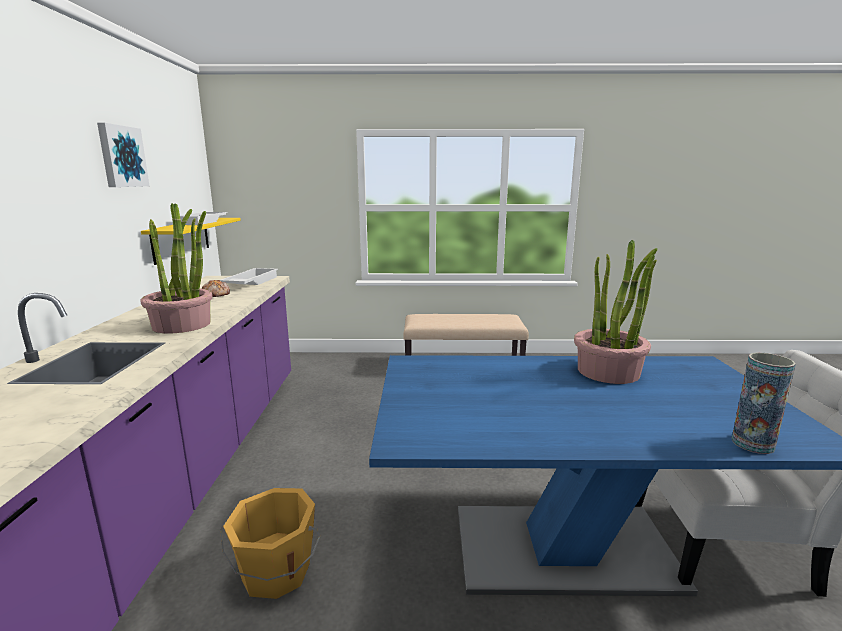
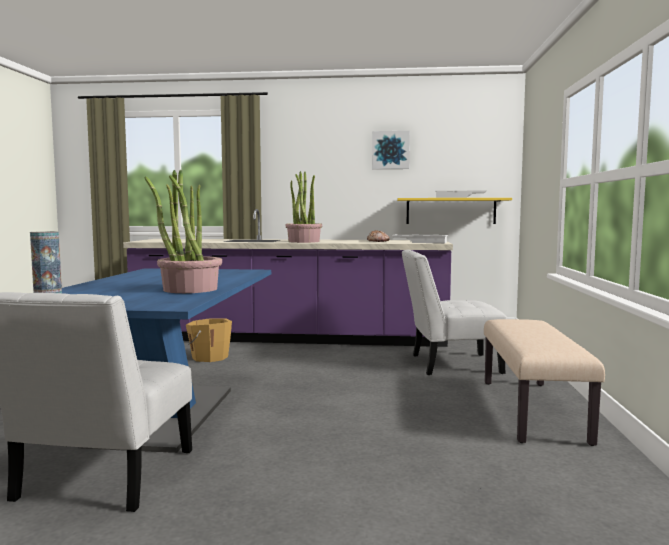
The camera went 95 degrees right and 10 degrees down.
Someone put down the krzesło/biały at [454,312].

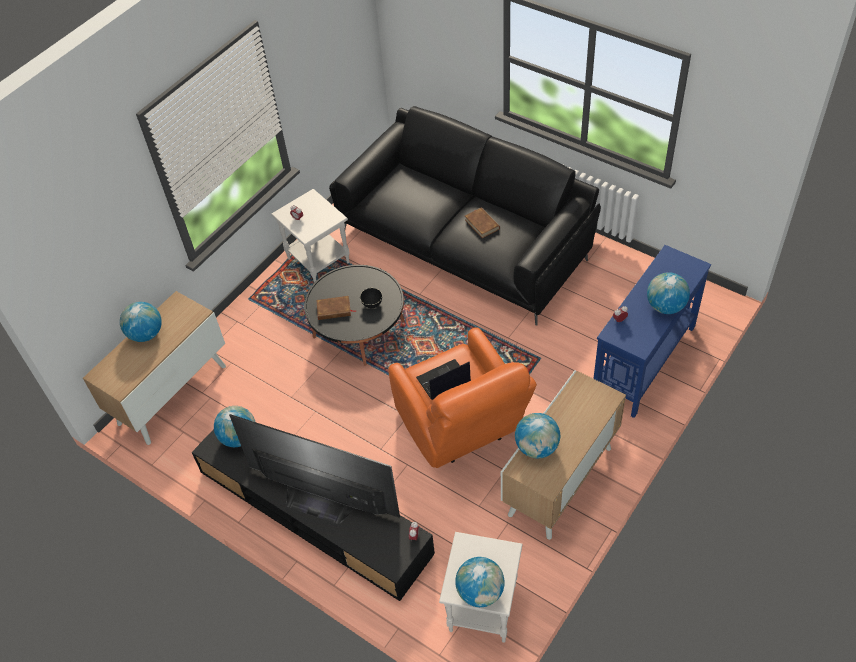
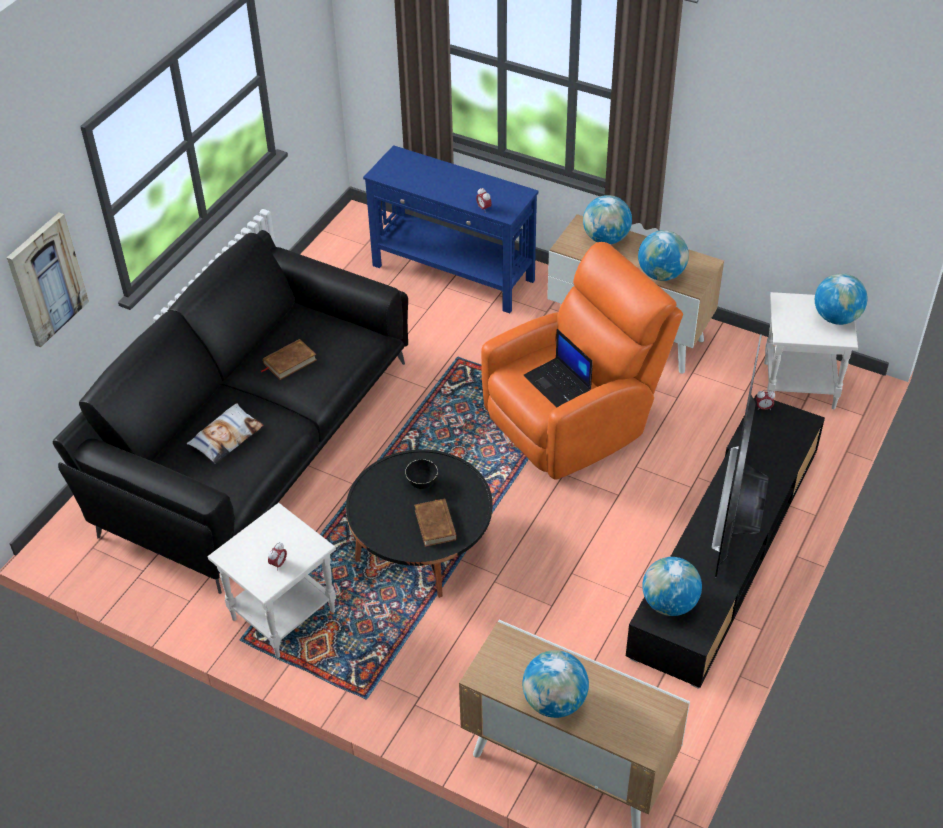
The camera went 100 degrees left and 5 degrees down.
Someone put up the obraz at [48,279].
Someone put down the poduszka at [225,433].
Someone carried the globus from [668,293] to [607,219].

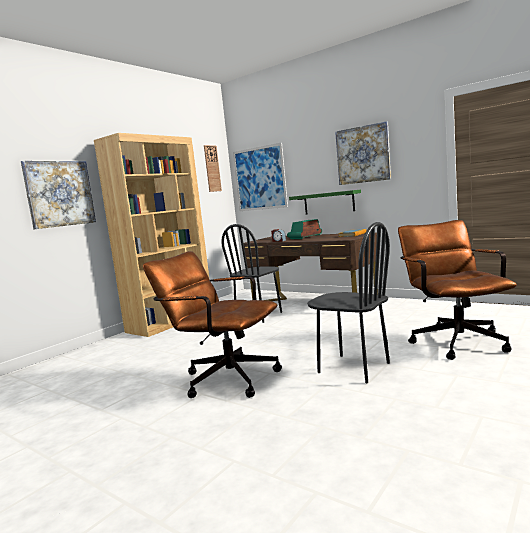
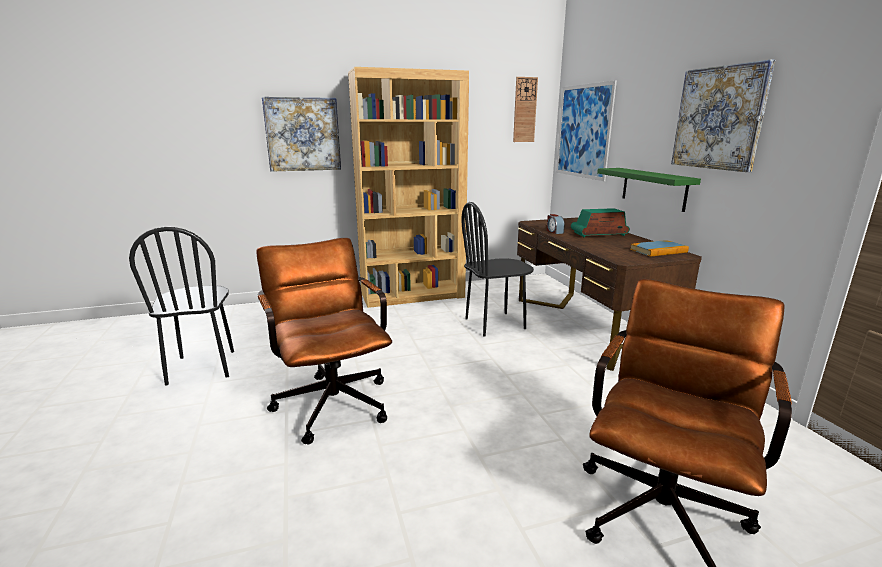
The camera went 35 degrees right and 10 degrees up.
Someone carried the krzesło/czarny from [349,302] to [181,306].

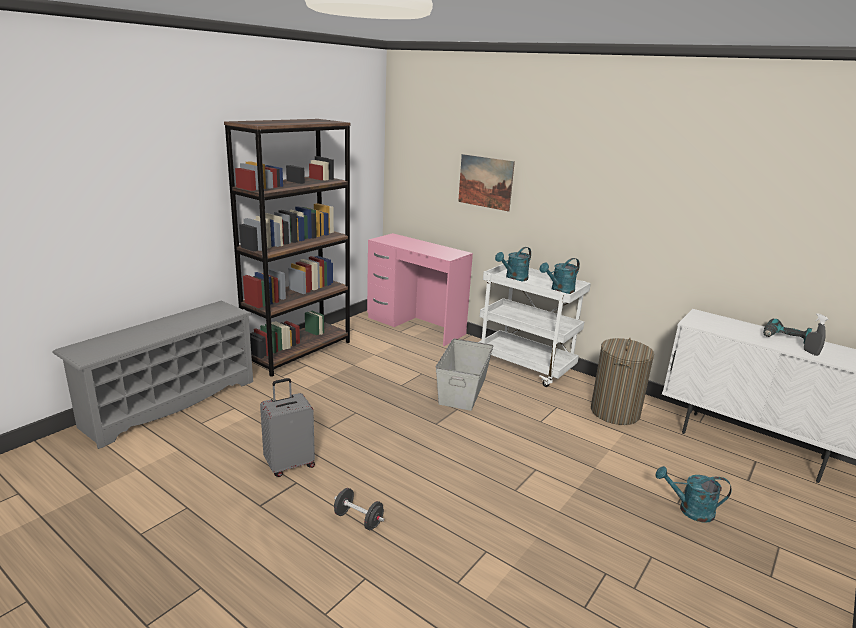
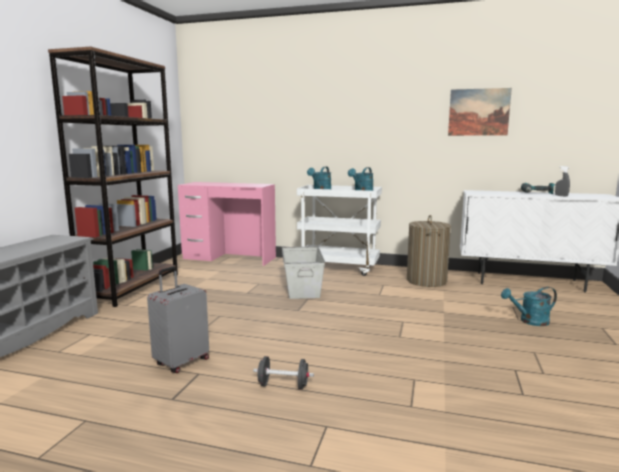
The camera went 20 degrees left and 10 degrees down.
Someone carried the obraz from [486,182] to [480,112].

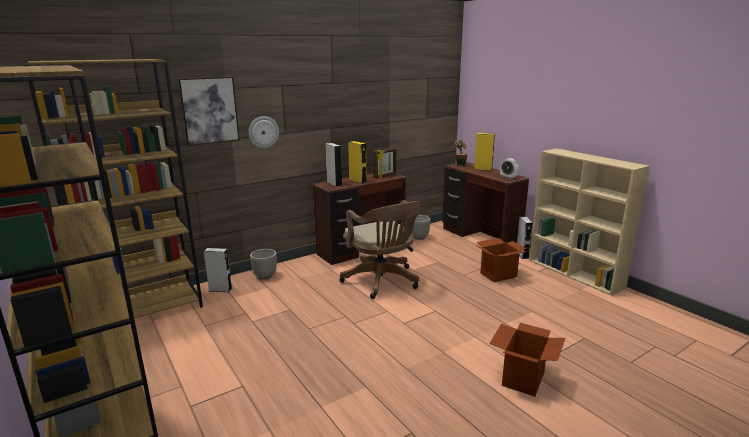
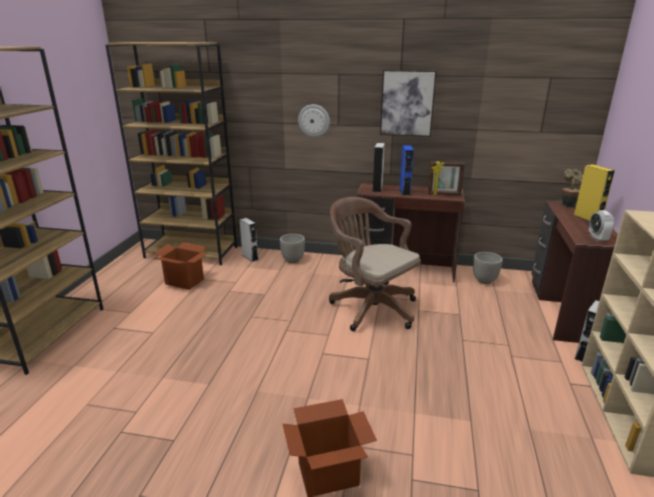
The camera went 45 degrees right and 5 degrees up.
Someone carried the karton from [501,260] to [180,266].
Someone rotated the krzesło biurowe/brązowy at [379,249] by 120 degrees clockwise.
Someone carried the obraz from [209,111] to [408,103].
Someone repainted the głośnik/żółty at [357,162], which became the głośnik/niebieski at [407,170].

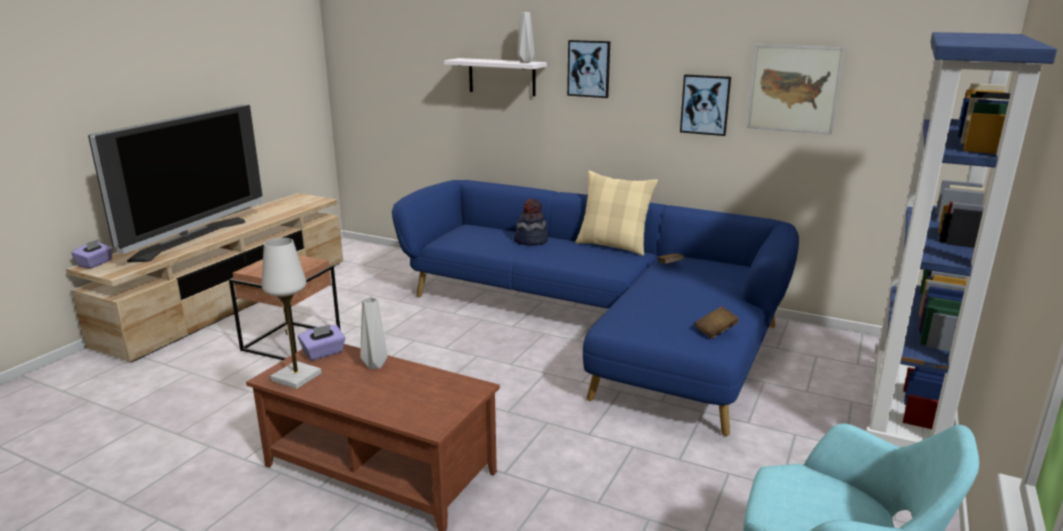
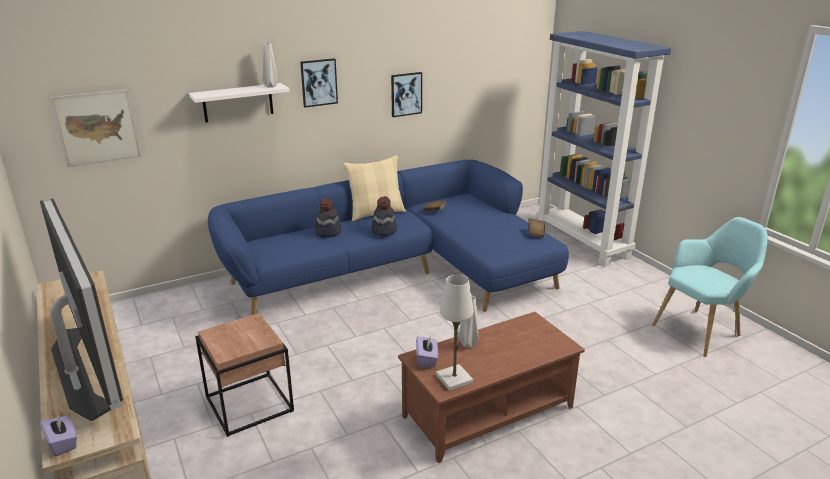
The camera went 55 degrees left and 5 degrees up.
Someone carried the obraz from [795,89] to [95,128].
Someone put down the kapelusz at [384,216].

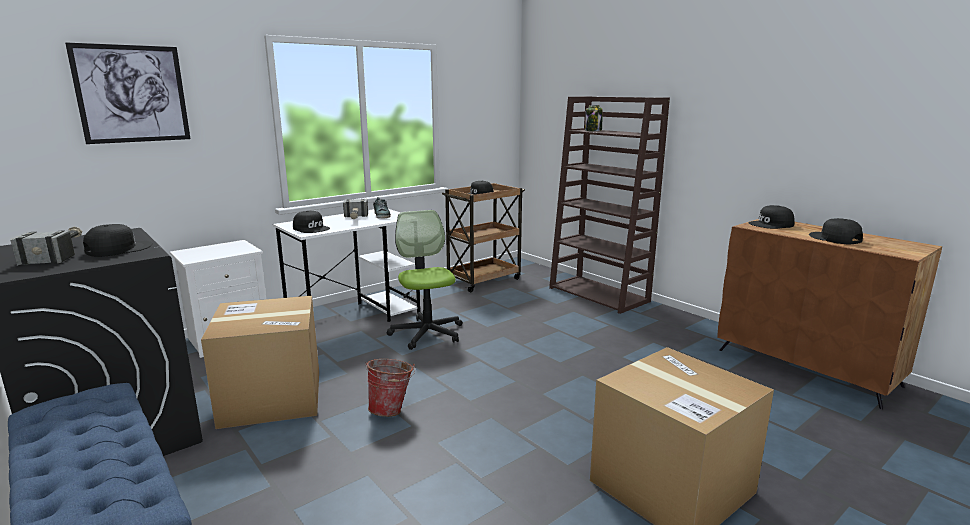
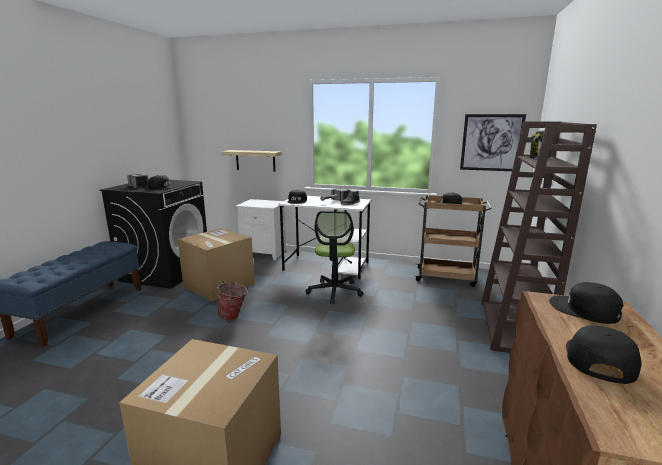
The camera went 55 degrees right and 0 degrees up.
Someone put up the półka at [251,161].
Someone rotated the krzesło biurowe at [425,280] by 150 degrees clockwise.
Someone carried the obraz from [127,93] to [493,142].

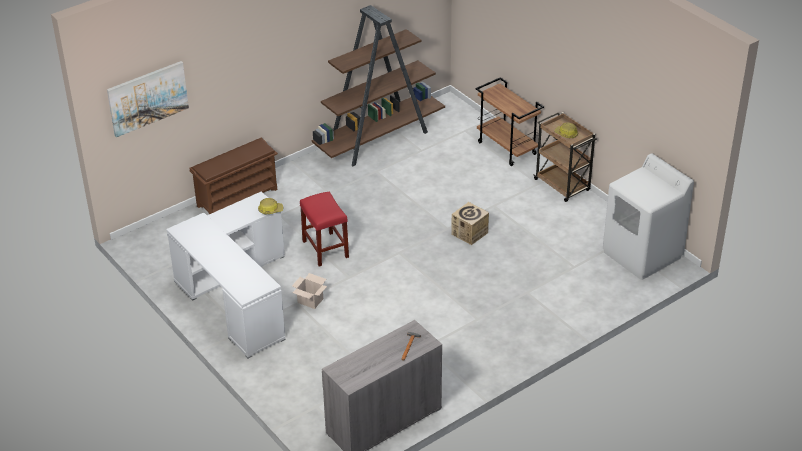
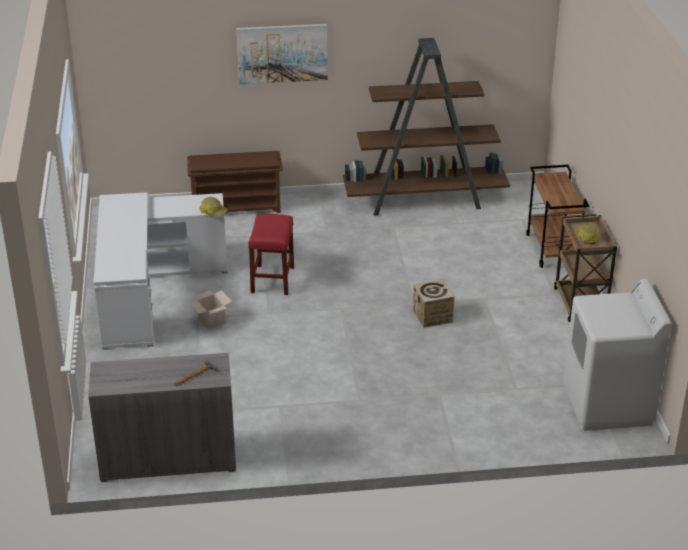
The camera went 30 degrees right and 5 degrees down.
Someone carried the obraz from [148,99] to [282,54].

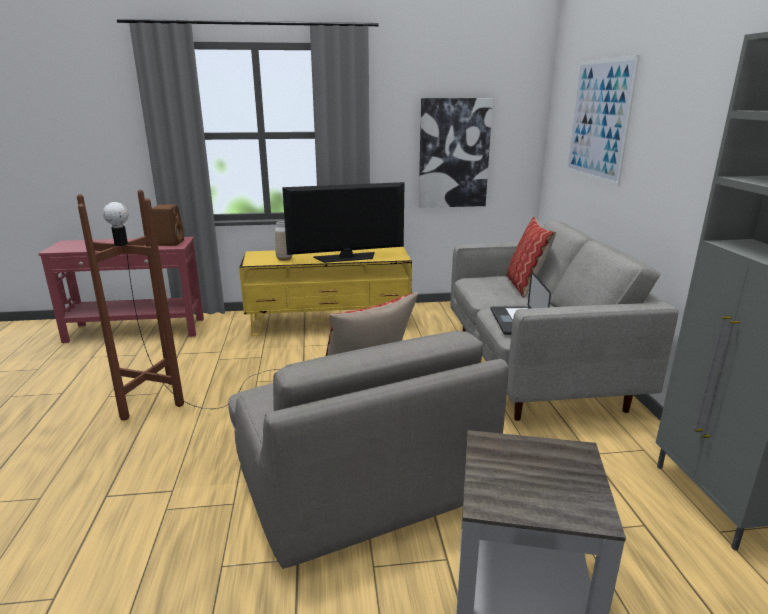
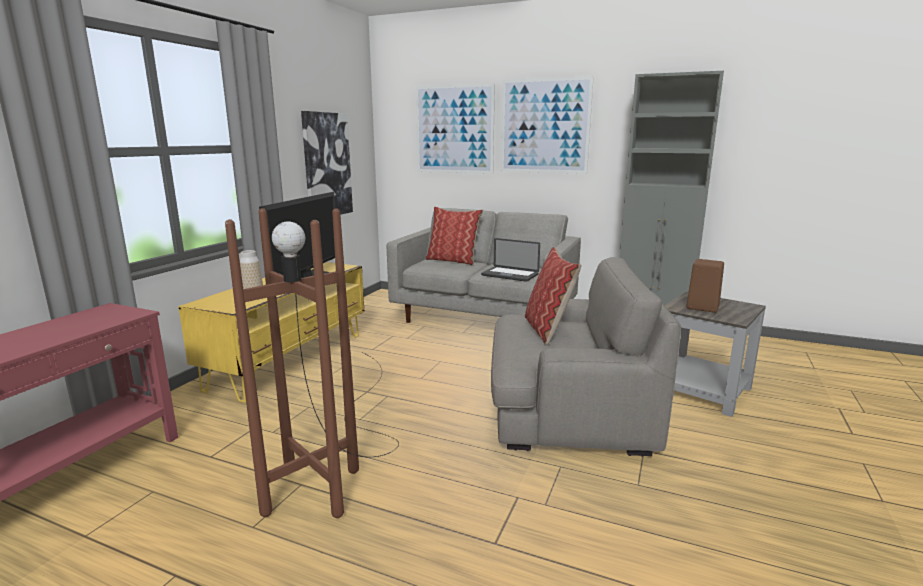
The camera went 60 degrees left and 5 degrees down.
Someone put up the obraz at [547,125].
Someone carried the głośnik/brązowy from [168,225] to [705,286].

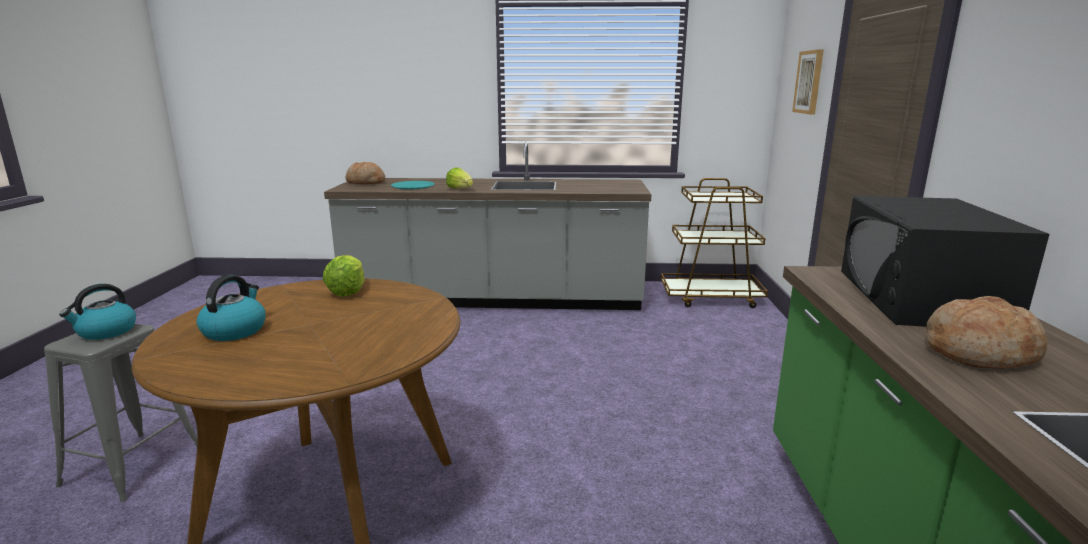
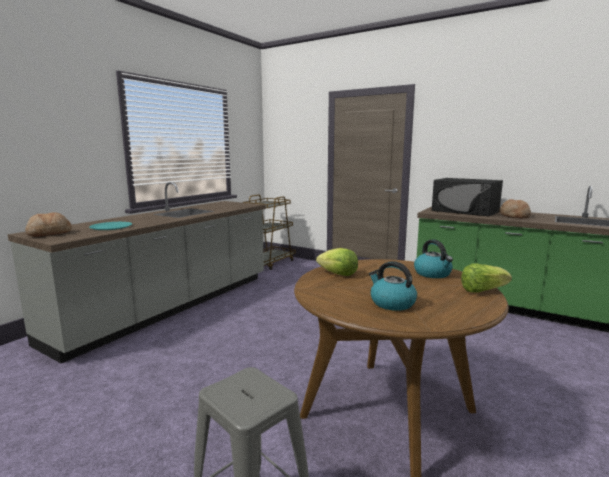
The camera went 60 degrees left and 5 degrees down.
Someone carried the czajnik from [97,312] to [433,258].
Someone carried the sałata from [459,178] to [486,278].
Someone took away the obraz at [808,81].

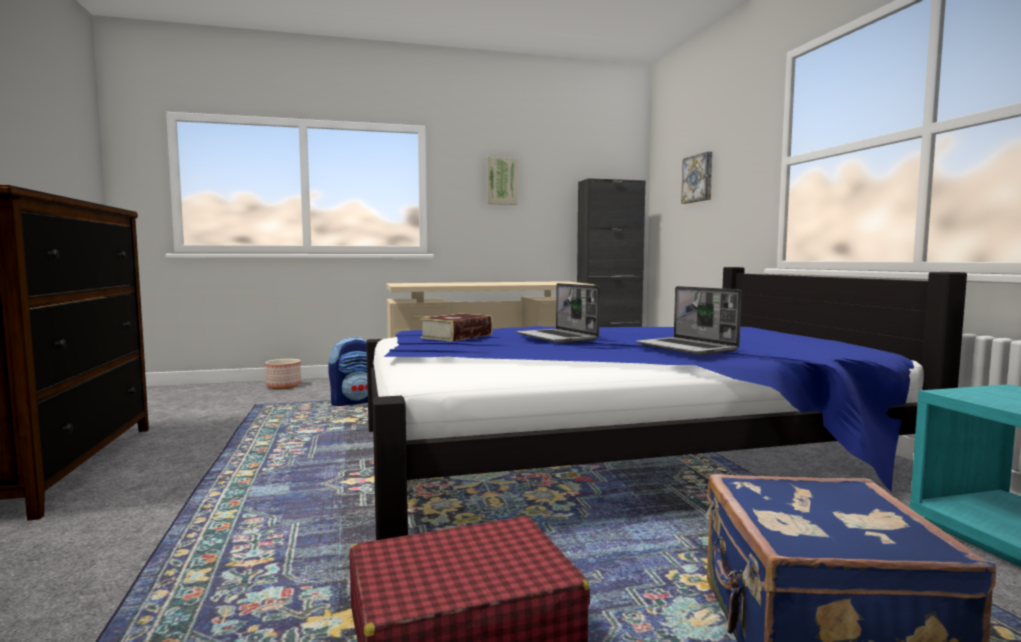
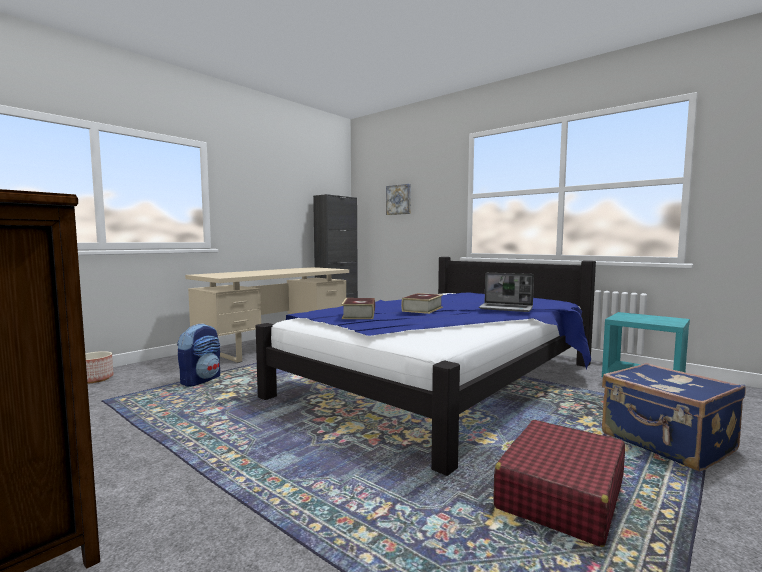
The camera went 35 degrees left and 0 degrees up.
Someone swapped the laptop at [558,313] for the książka at [422,303].
Someone took away the obraz at [502,181].

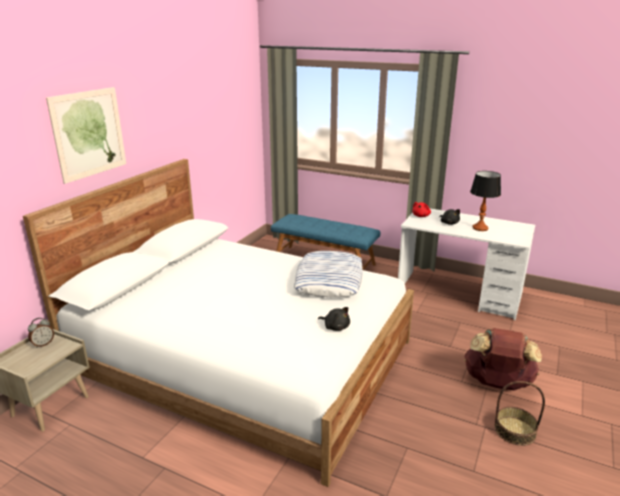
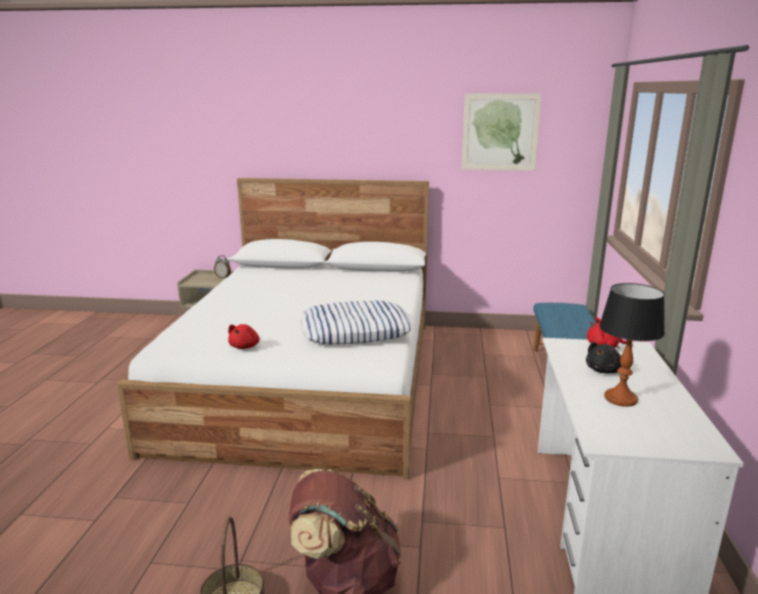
The camera went 70 degrees right and 5 degrees down.
Someone repainted the pluszak/czarny at [334,319], which became the pluszak/czerwony at [244,336].
Someone carried the obraz from [86,135] to [502,132].

